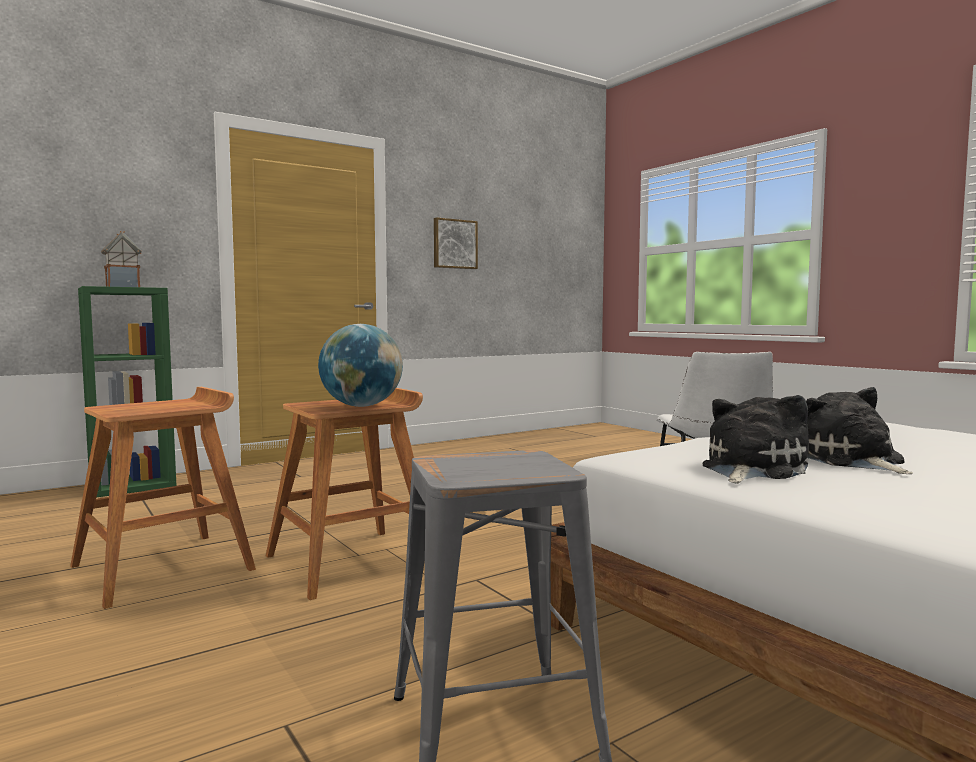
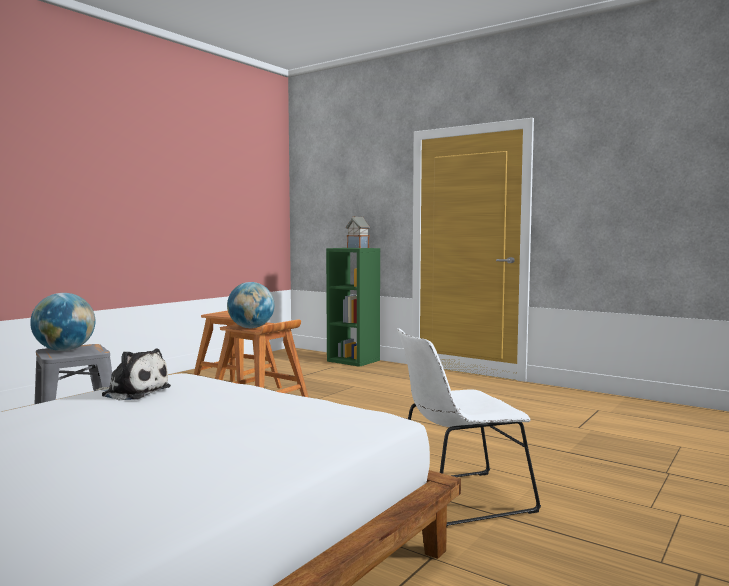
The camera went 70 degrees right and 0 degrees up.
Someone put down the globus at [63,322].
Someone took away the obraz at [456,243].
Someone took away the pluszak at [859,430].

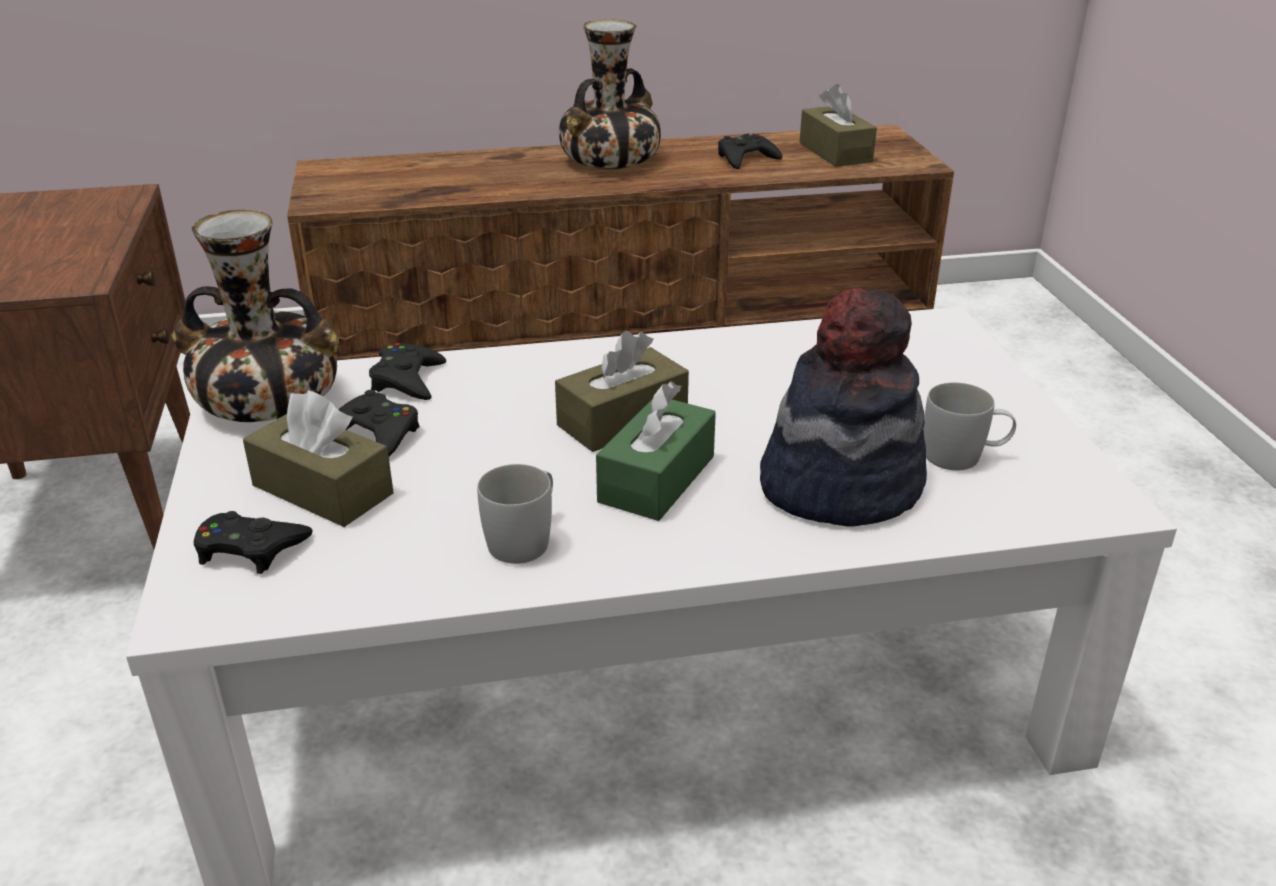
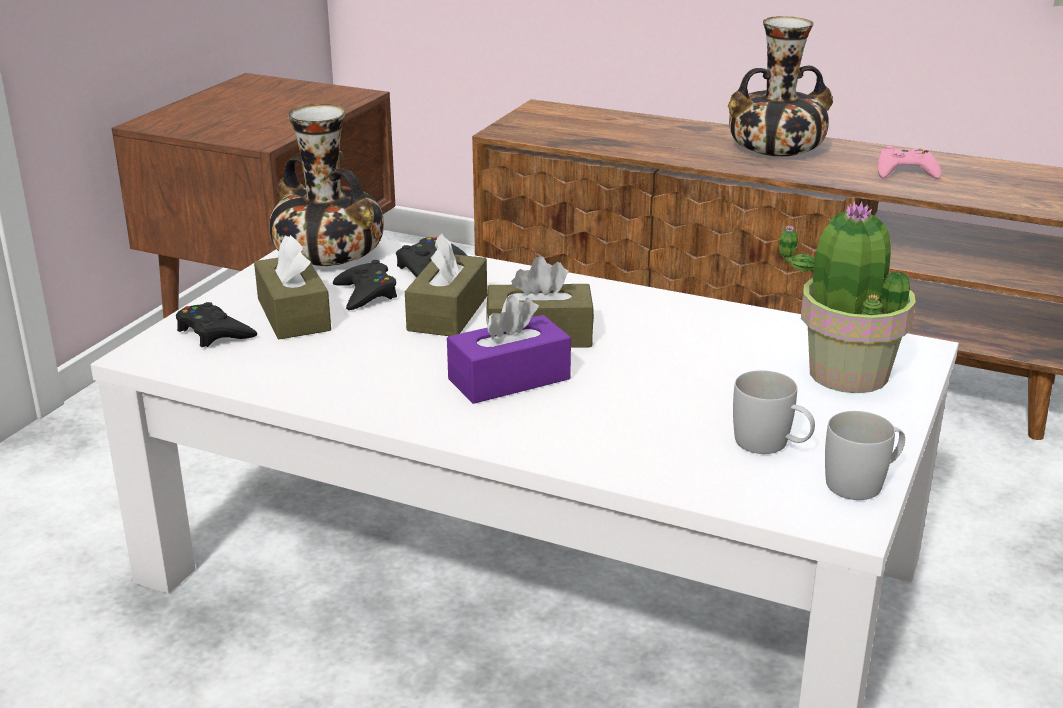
The camera went 35 degrees right and 5 degrees down.
Someone carried the pudełko chusteczek/brązowy from [838,125] to [446,284].
Someone repainted the pudełko chusteczek/zielony at [656,451], which became the pudełko chusteczek/fioletowy at [509,349].
Someone put down the roślina doniczkowa at [847,297].
Someone carried the kubek/biały from [515,514] to [865,455].
Someone repainted the pad do gier/czarny at [750,151], which became the pad do gier/różowy at [910,162].
Someone took away the kapelusz at [843,407].

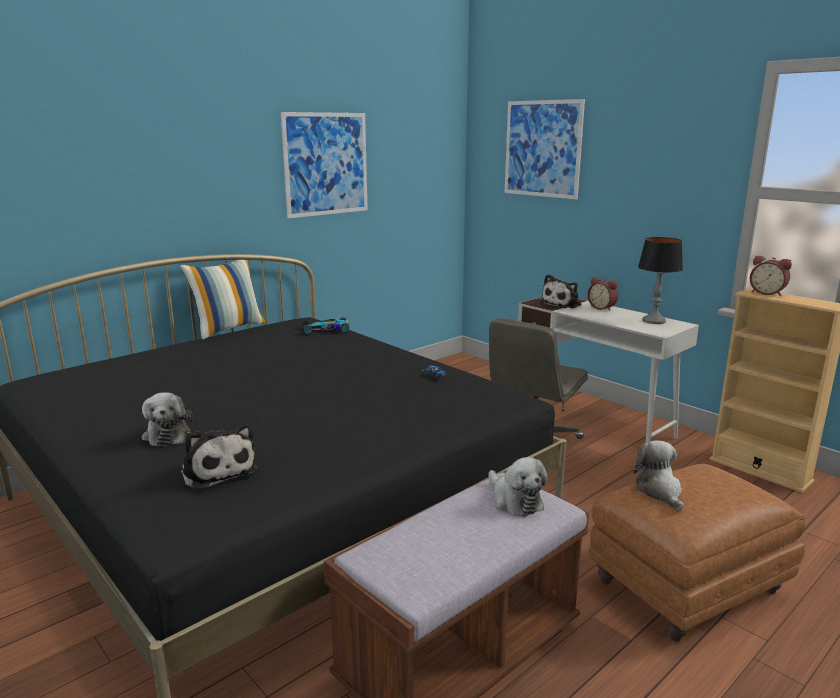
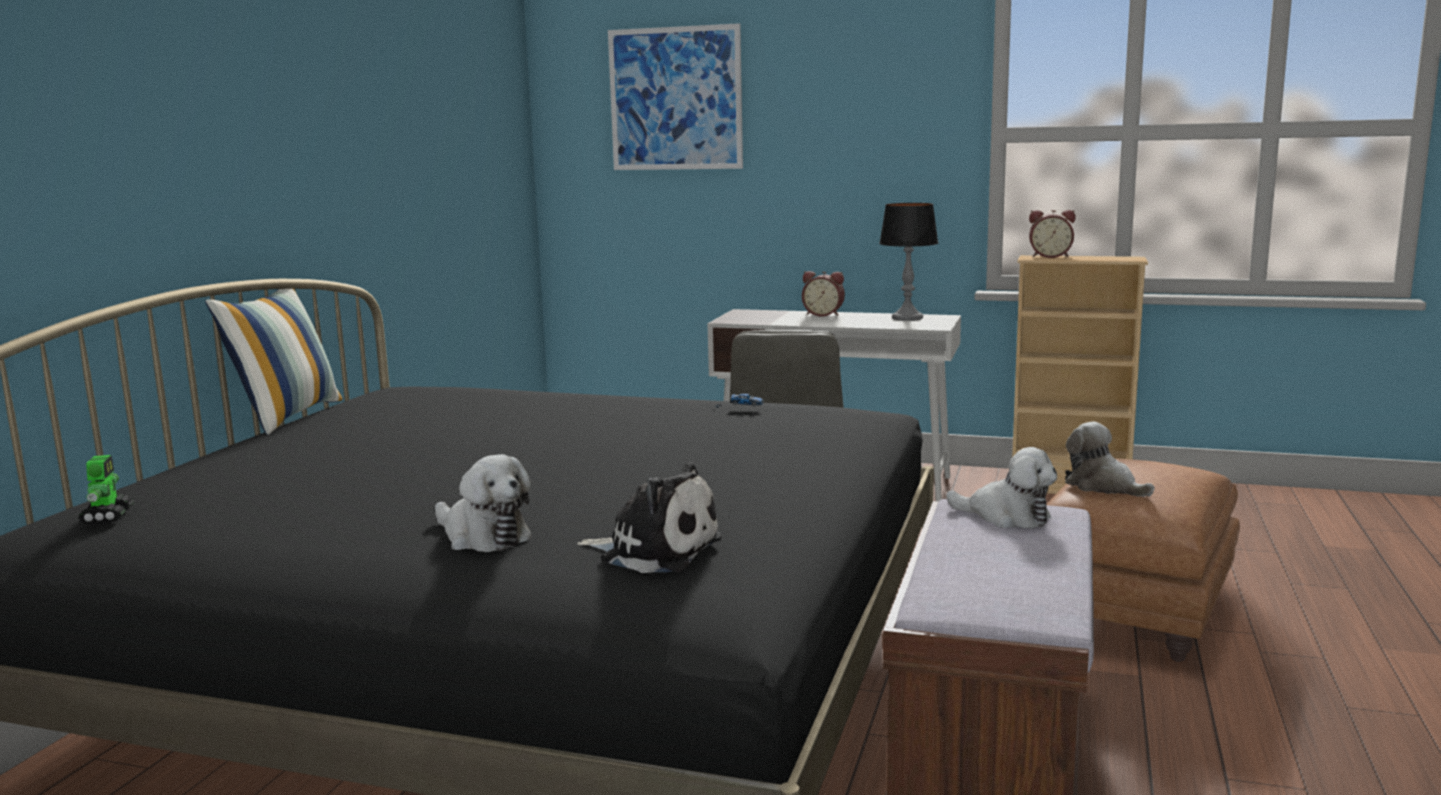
The camera went 30 degrees left and 5 degrees down.
Someone put down the robot zabawkowy at [106,490].
Someone took away the obraz at [324,165].
Someone took away the samochodzik at [325,326].
Someone took away the pluszak at [560,291].

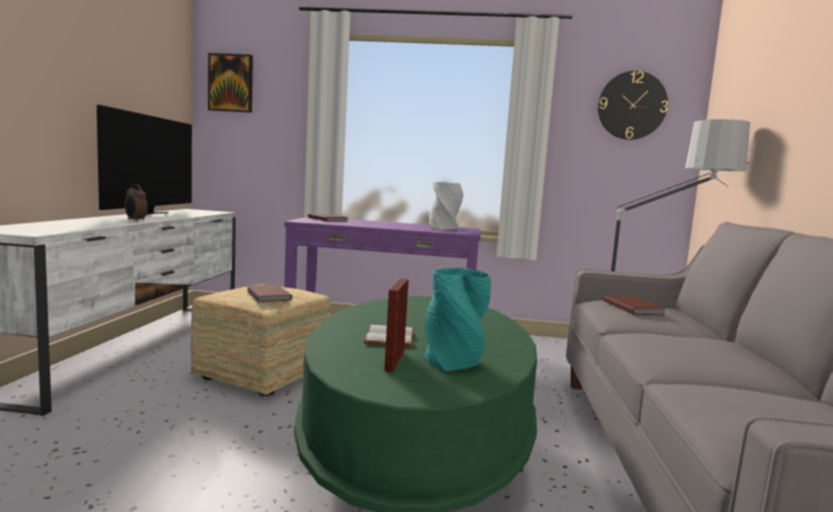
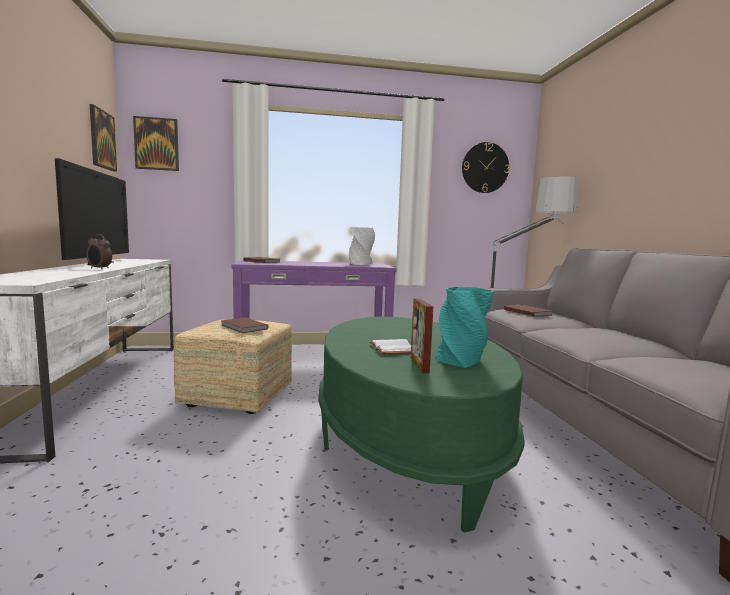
The camera went 15 degrees left and 0 degrees up.
Someone put up the obraz at [103,138].

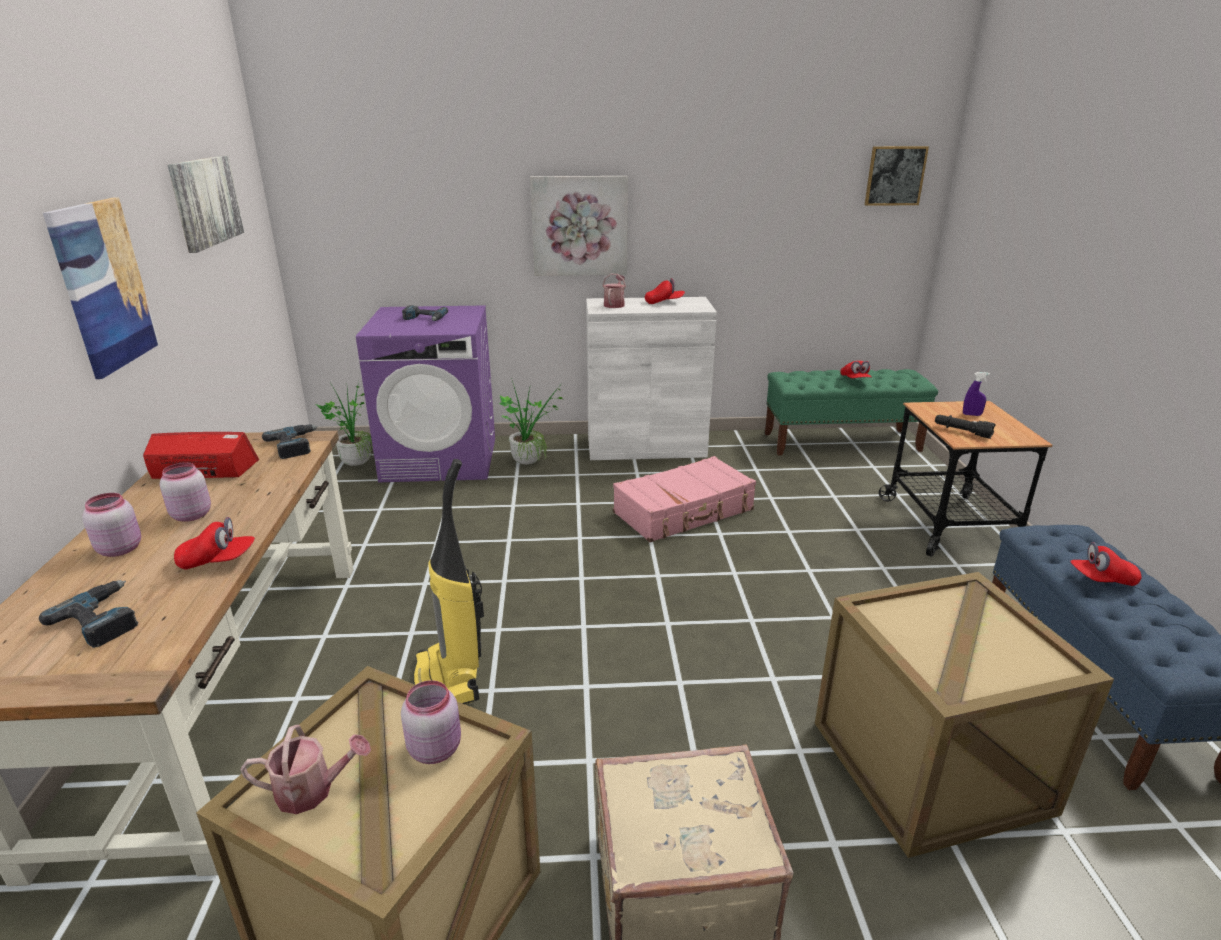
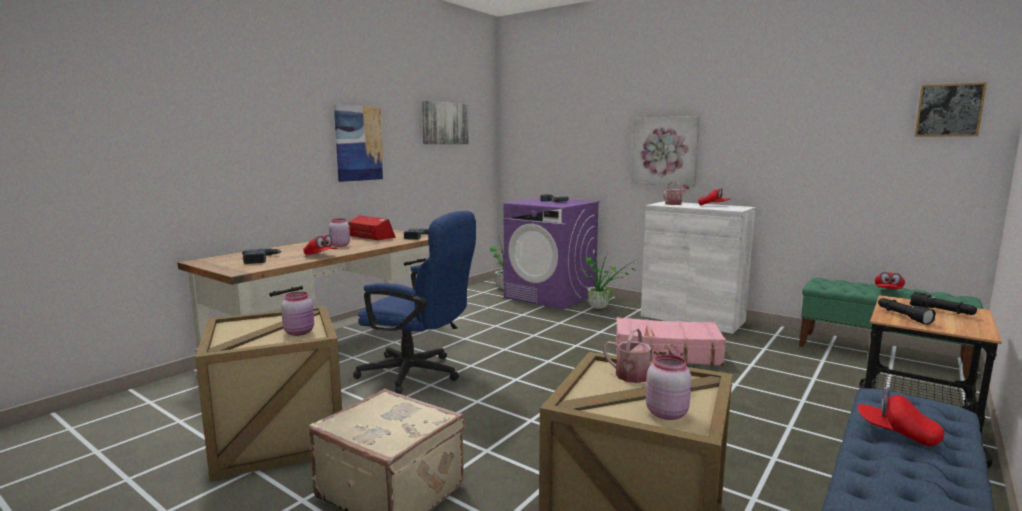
The camera went 40 degrees right and 15 degrees down.
Someone swapped the odkurzacz at [448,581] for the krzesło biurowe/niebieski at [414,302].
Someone carried the konewka from [306,769] to [641,355].
Someone carried the słoik/różowy from [111,525] to [669,387].
Someone swapped the spryskiwacz/fioletowy at [976,394] for the latarka/czarny at [943,303].

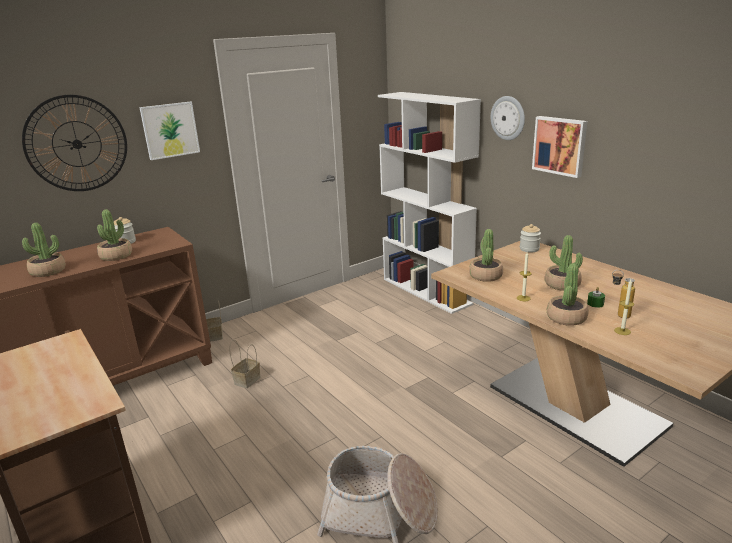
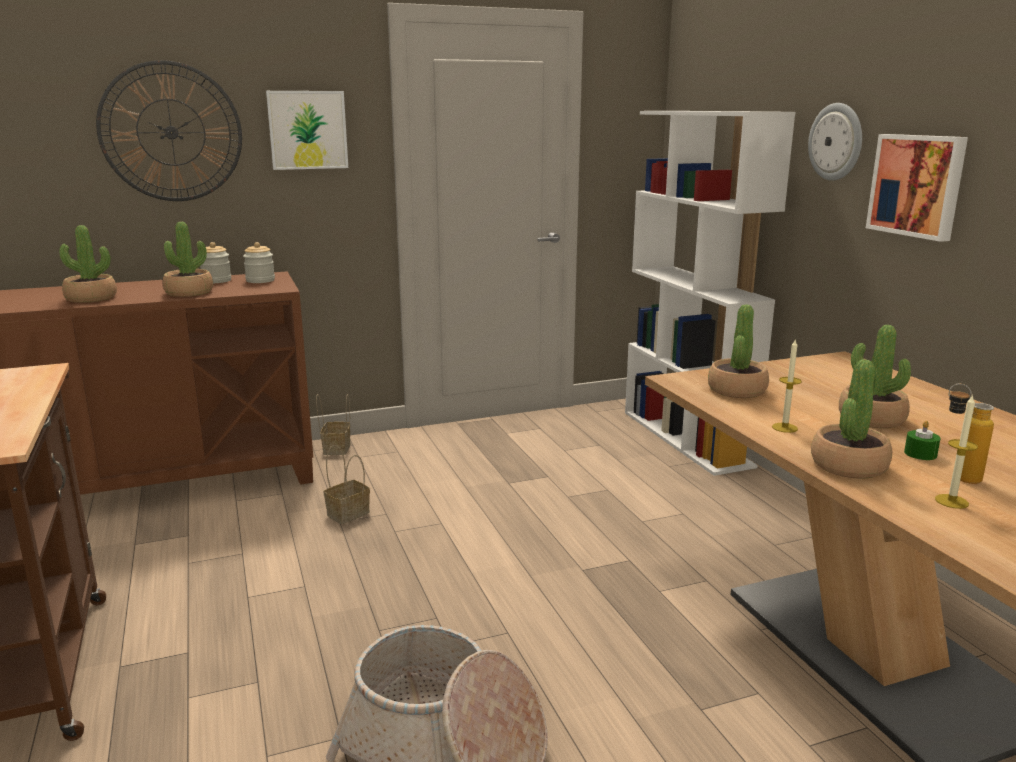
The camera went 15 degrees right and 5 degrees down.
Someone carried the słoik from [530,238] to [259,262].

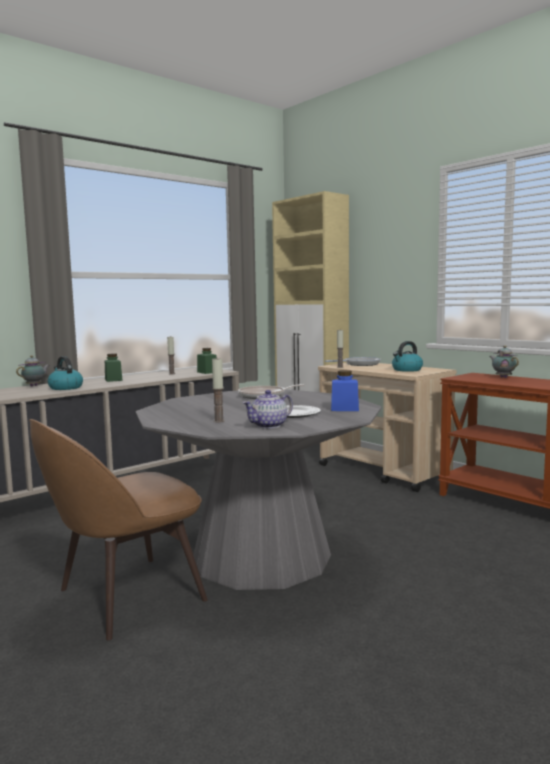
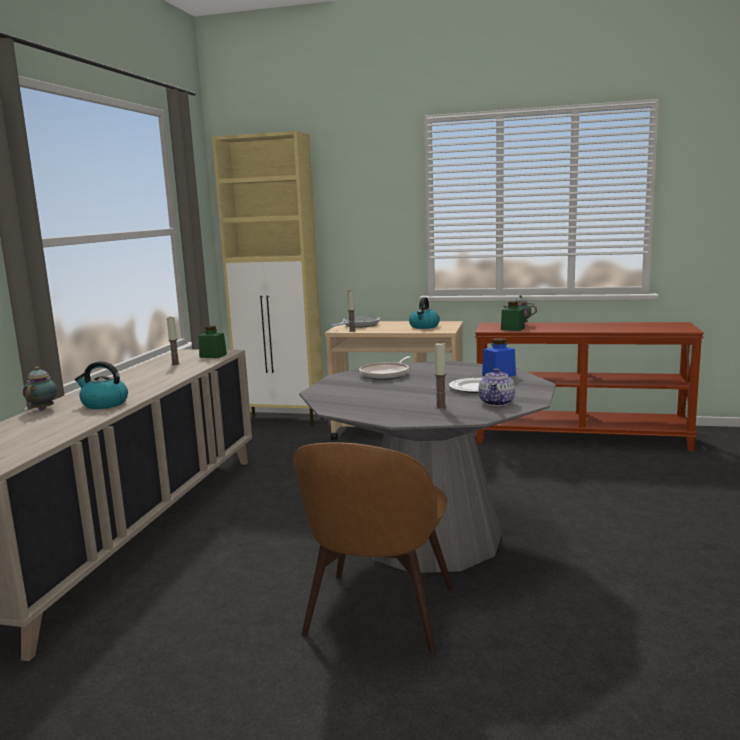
The camera went 35 degrees left and 5 degrees up.
Someone carried the słoik/zielony from [114,367] to [513,316].

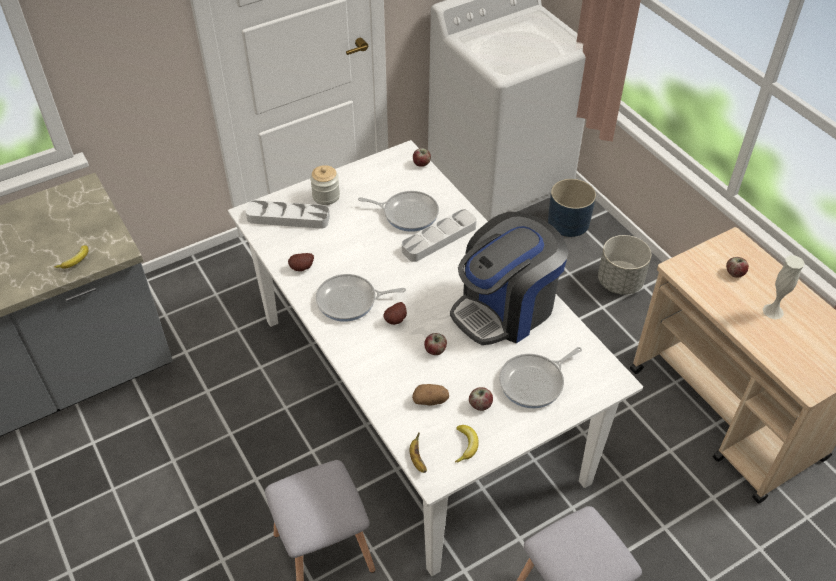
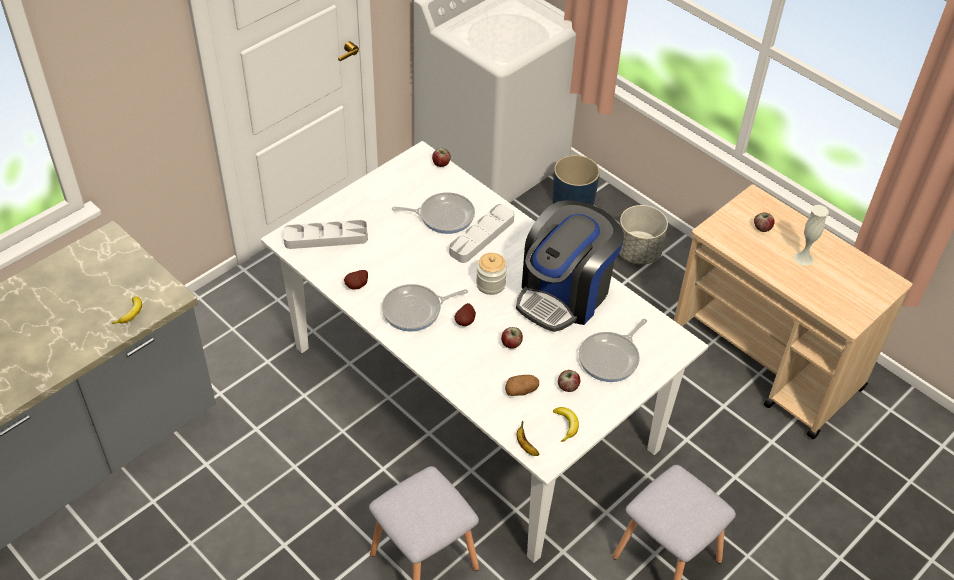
The camera went 15 degrees left and 0 degrees up.
Someone carried the słoik from [325,185] to [491,274].

